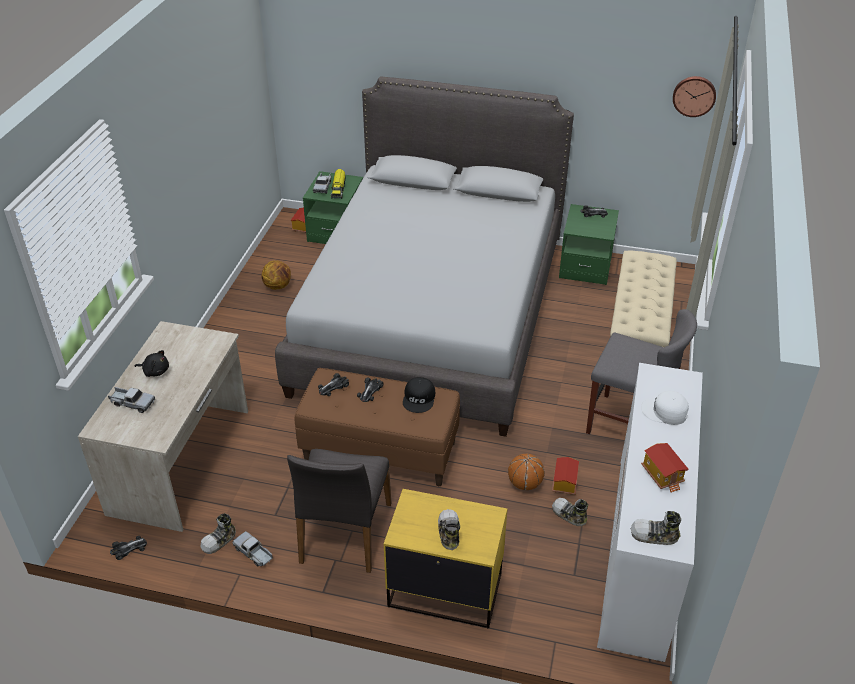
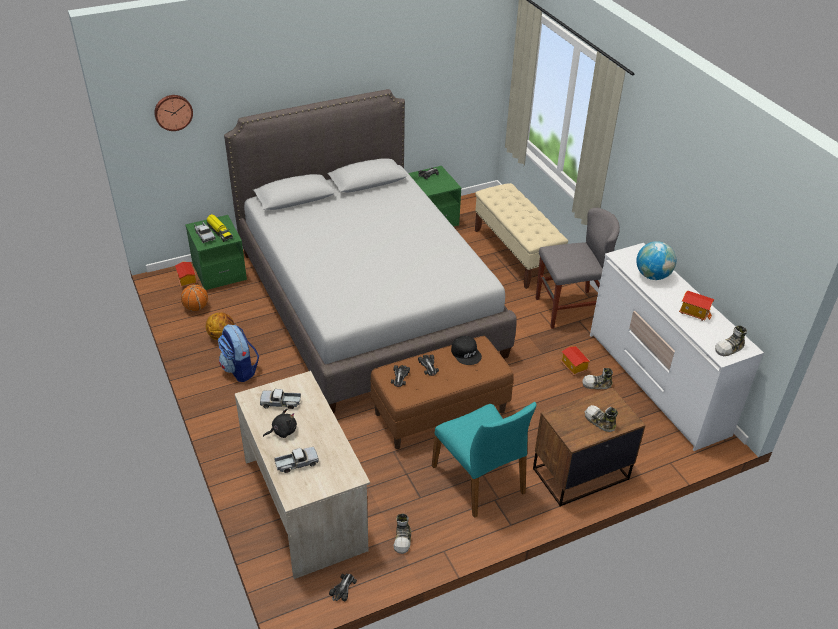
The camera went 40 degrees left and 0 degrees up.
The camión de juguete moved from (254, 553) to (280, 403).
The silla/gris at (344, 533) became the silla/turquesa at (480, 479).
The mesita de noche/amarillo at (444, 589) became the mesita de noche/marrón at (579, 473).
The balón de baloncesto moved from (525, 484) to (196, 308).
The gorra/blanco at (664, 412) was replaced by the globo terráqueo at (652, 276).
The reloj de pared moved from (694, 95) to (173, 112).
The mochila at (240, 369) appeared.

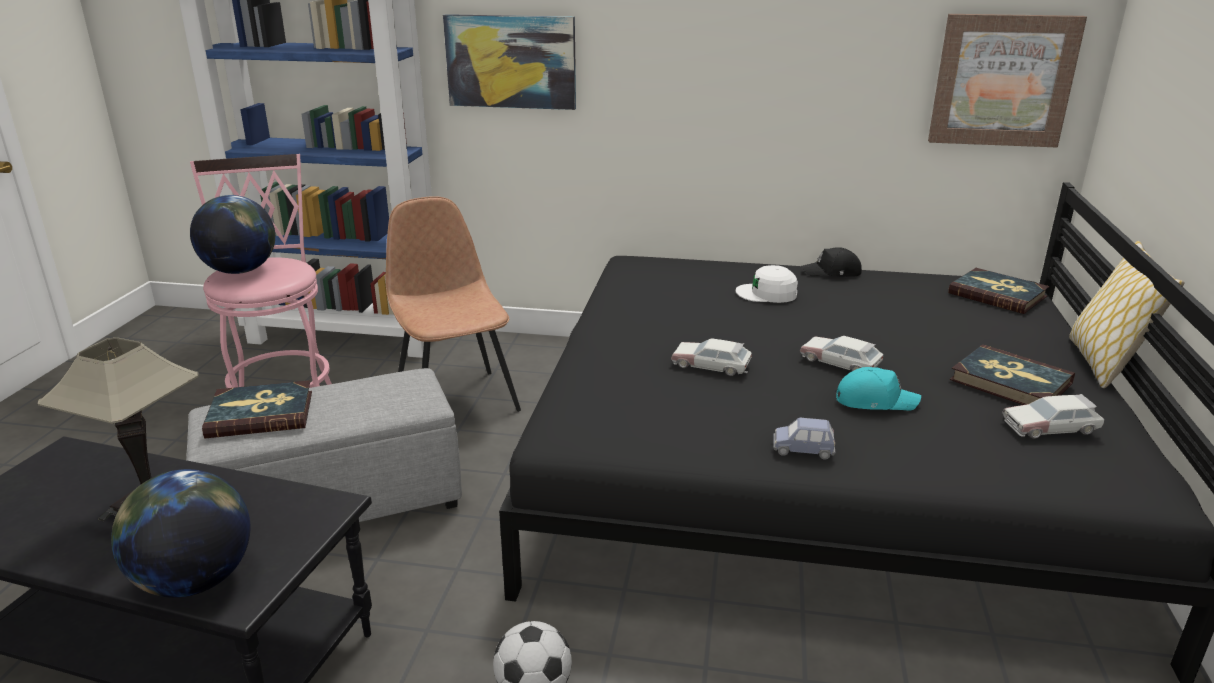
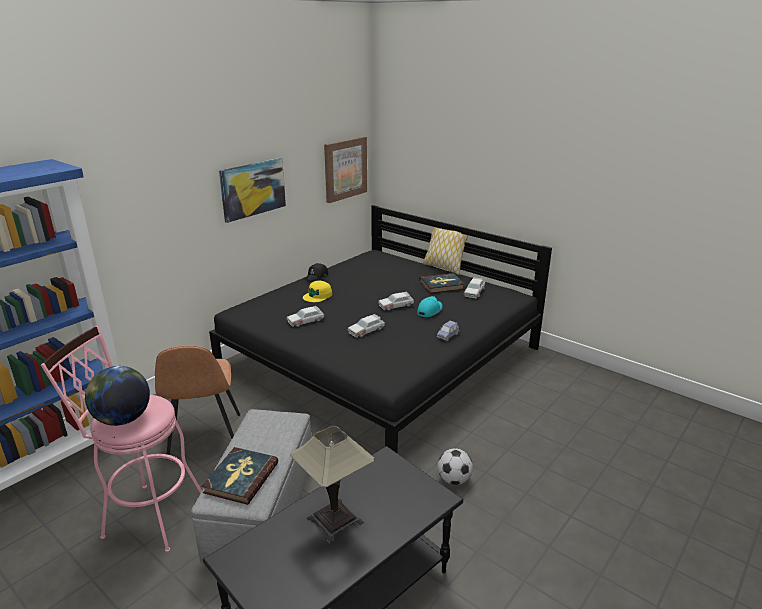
The camera went 60 degrees left and 0 degrees up.
The globo terráqueo at (195, 580) disappeared.
The silla/marrón at (456, 400) turned 105 degrees counterclockwise.
The cuadro moved from (511, 61) to (253, 189).
The gorra/blanco at (767, 293) became the gorra/amarillo at (318, 296).
The libro at (997, 295) disappeared.
The coche de juguete at (306, 321) appeared.

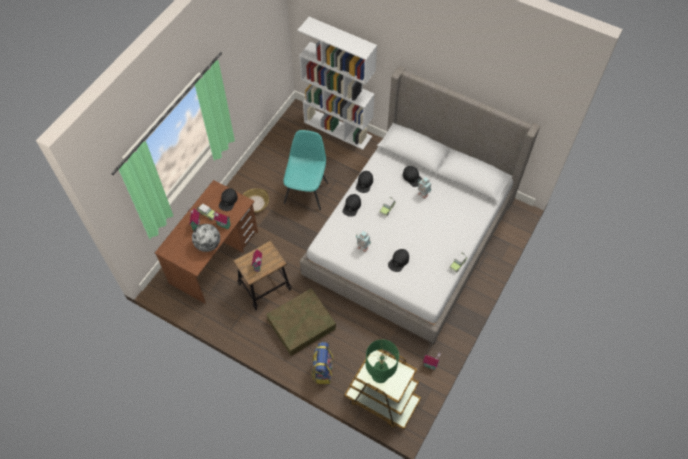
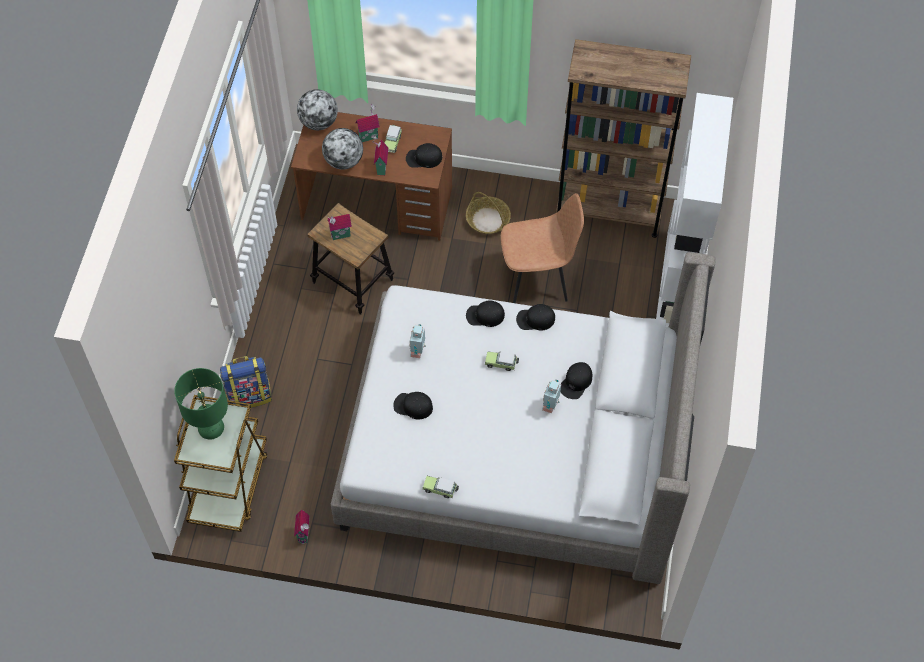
The camera went 70 degrees right and 0 degrees up.
The caja de almacenaje/marrón at (301, 324) disappeared.
The silla/turquesa at (306, 192) became the silla/marrón at (537, 278).
The globo terráqueo at (319, 122) appeared.
The estantería/marrón at (608, 212) appeared.

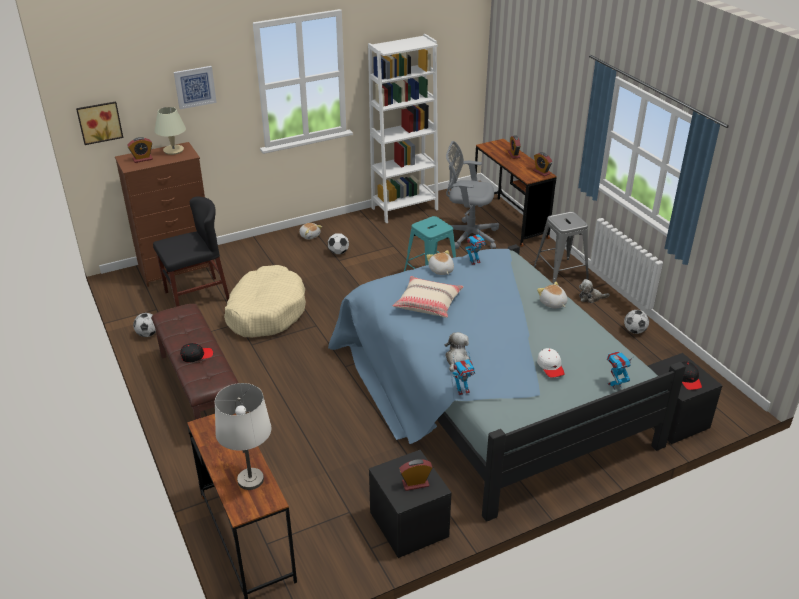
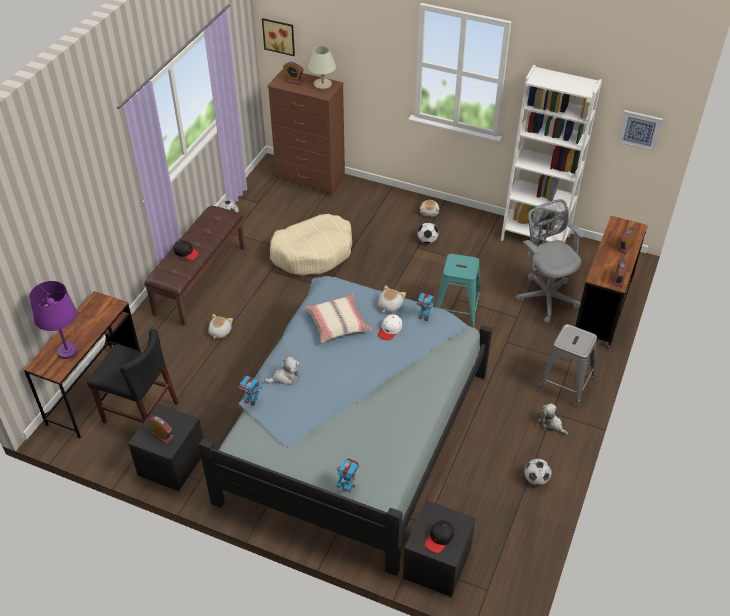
The camera went 50 degrees right and 10 degrees up.
The silla/negro moved from (197, 296) to (140, 413).
The cuadro moved from (195, 87) to (639, 130).
The lámpara de mesa/blanco at (250, 480) became the lámpara de mesa/morado at (67, 351).
The peluche moved from (552, 303) to (219, 332).
The gorra/blanco moved from (550, 366) to (390, 330).

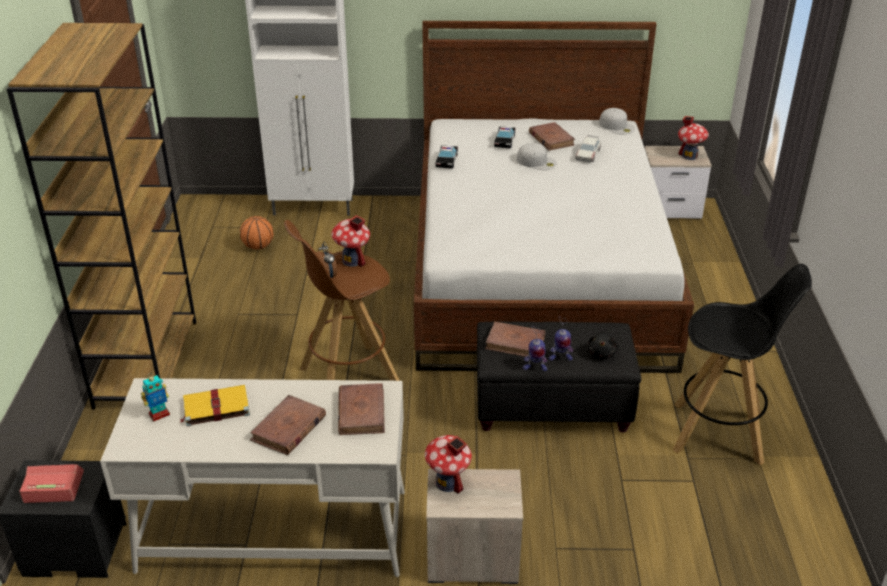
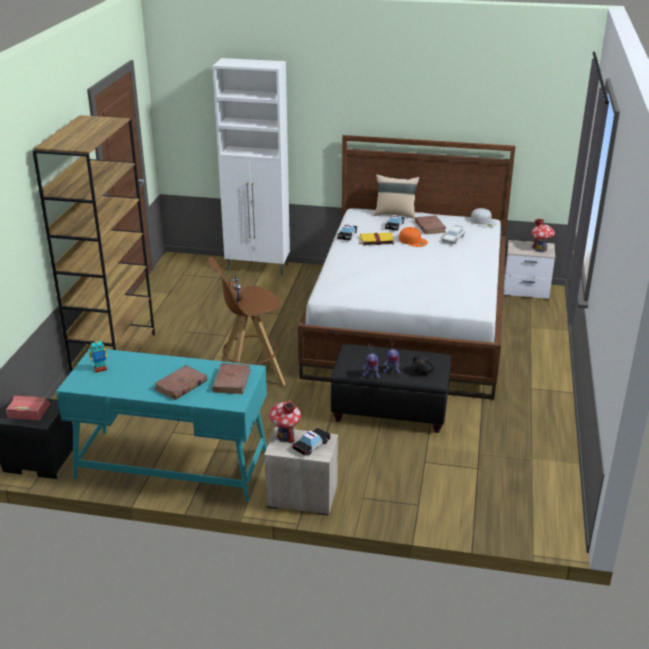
The camera went 10 degrees right and 5 degrees down.
The escritorio/blanco at (273, 530) became the escritorio/turquesa at (172, 464).
The libro/amarillo moved from (215, 407) to (376, 240).
The balón de baloncesto at (258, 246) disappeared.
The casita at (352, 261) disappeared.
The libro/marrón at (515, 343) disappeared.
The gorra/blanco at (537, 161) became the gorra/naranja at (413, 241).
The taburete/negro at (719, 433) disappeared.
The coche de juguete at (311, 445) appeared.
The cojín/beis at (395, 214) appeared.

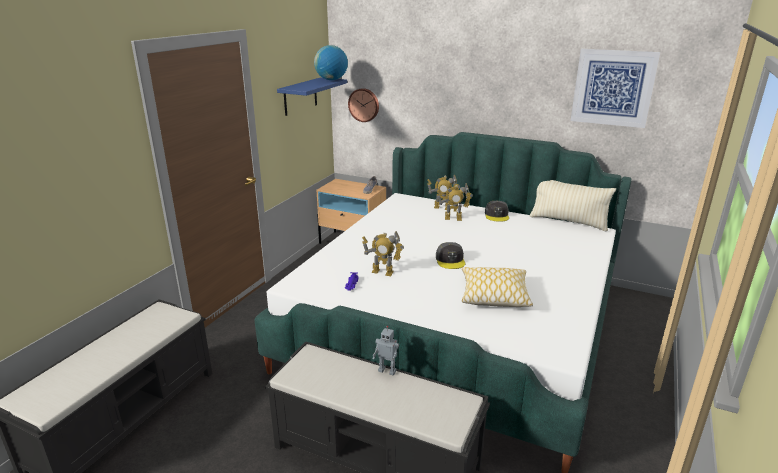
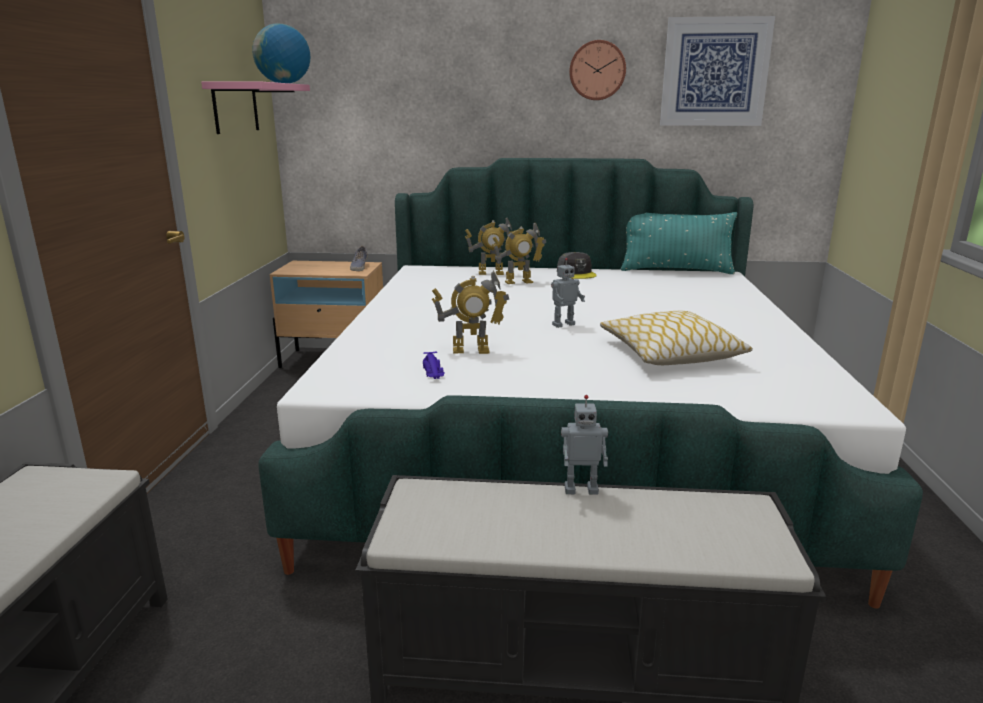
The camera went 20 degrees left and 5 degrees down.
The estante/azul at (300, 96) became the estante/rosa at (235, 107).
The reloj de pared moved from (364, 105) to (597, 70).
The gorra/gris at (450, 260) was replaced by the robot de juguete at (563, 324).
The cojín/beis at (568, 222) became the cojín/turquesa at (676, 270).

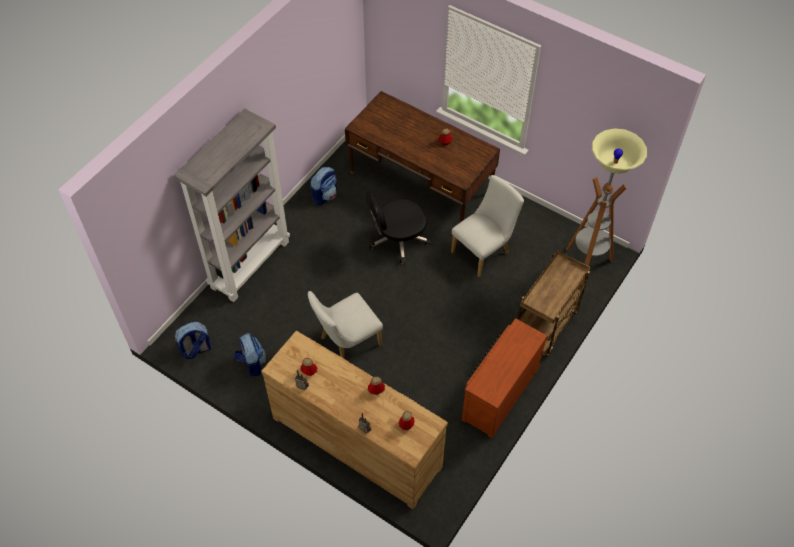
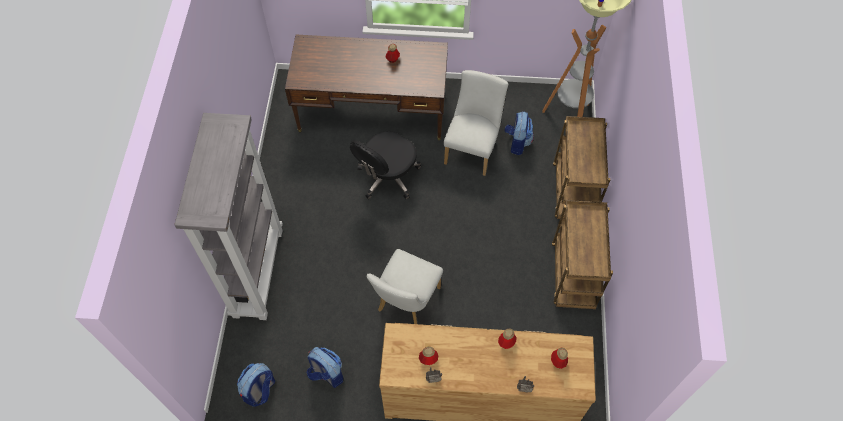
The camera went 30 degrees left and 5 degrees up.
The mochila moved from (324, 195) to (517, 142).
The cómoda/marrón at (498, 393) was replaced by the carrito/marrón at (573, 276).

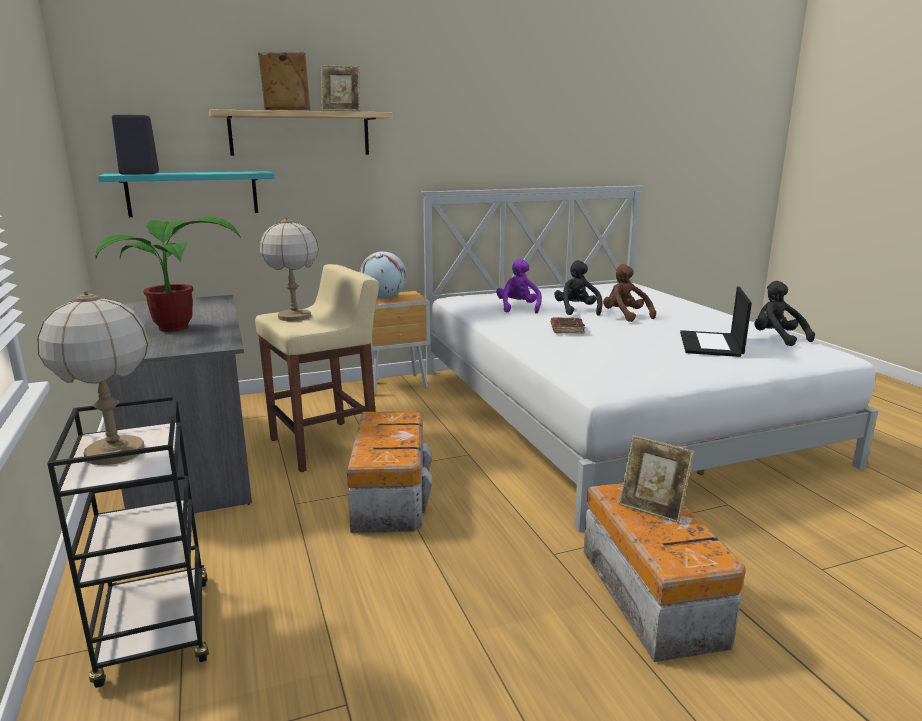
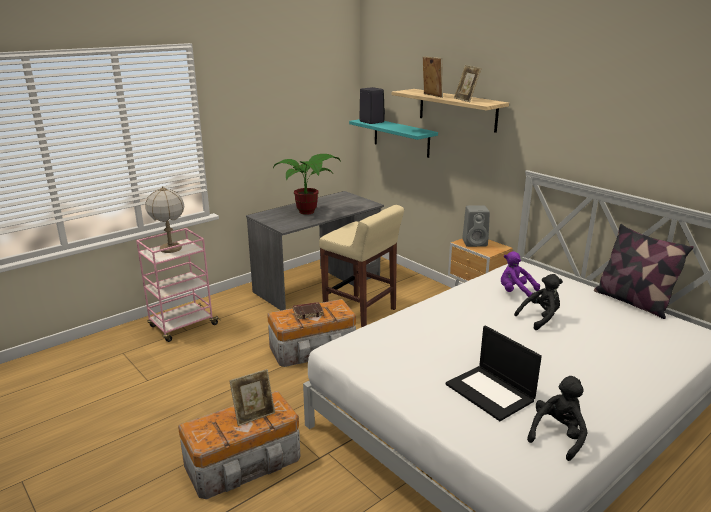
The camera went 70 degrees right and 5 degrees up.
The carrito/negro at (157, 633) became the carrito/rosa at (182, 326).
The lámpara de mesa at (295, 317) disappeared.
The globo terráqueo at (383, 298) was replaced by the altavoz/gris at (475, 243).
The peluche/morado at (518, 308) turned 135 degrees counterclockwise.
The libro/marrón moved from (566, 329) to (308, 312).
The peluche/marrón at (625, 316) disappeared.
The portarretratos at (652, 509) turned 135 degrees counterclockwise.
The portátil at (711, 344) turned 120 degrees counterclockwise.
The cojín at (632, 302) appeared.

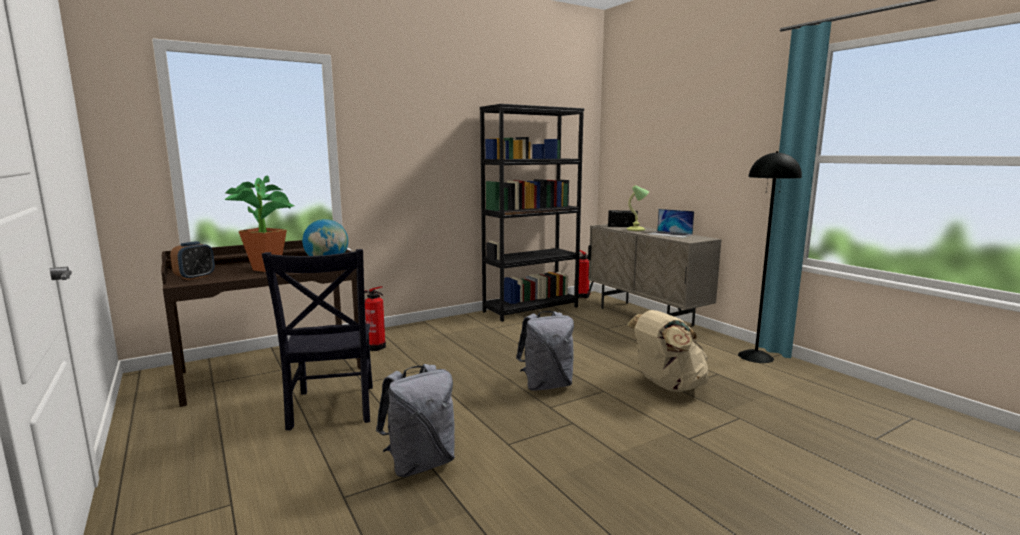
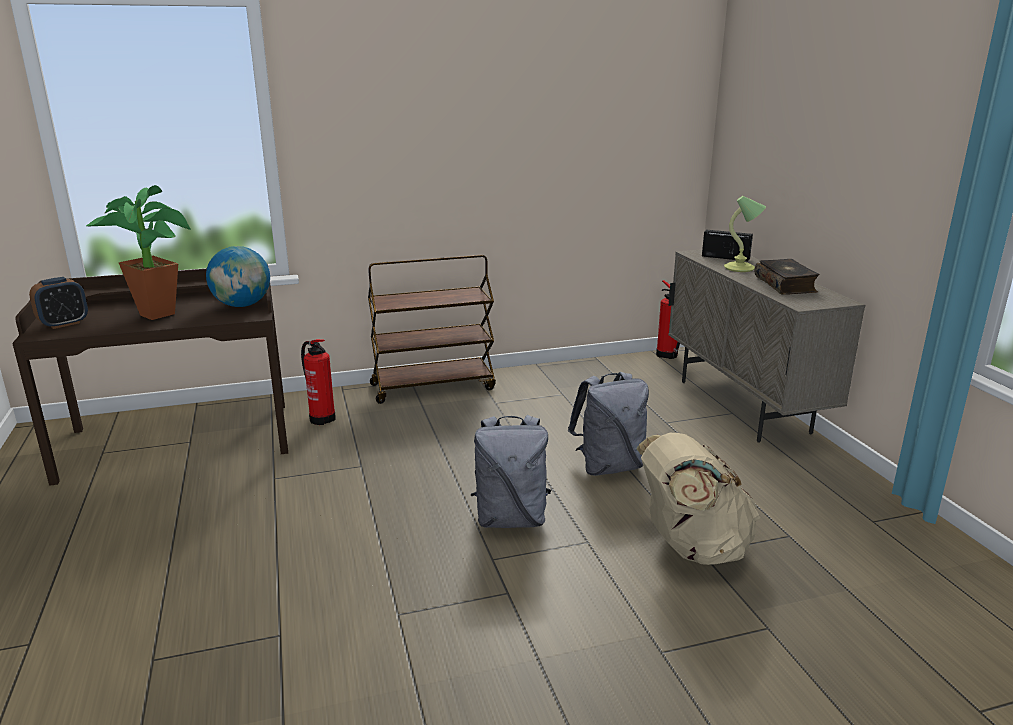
The camera went 15 degrees right and 10 degrees up.
The silla/negro at (332, 409) disappeared.
The mochila/gris moved from (420, 463) to (608, 466).
The estantería/negro at (531, 309) disappeared.
The portátil at (670, 234) was replaced by the libro at (785, 285).
The lámpara de pie/negro at (755, 356) disappeared.
The carrito/marrón at (433, 386) appeared.

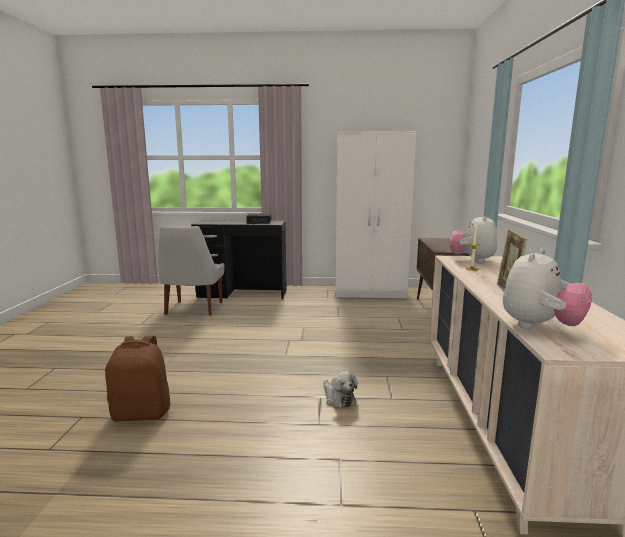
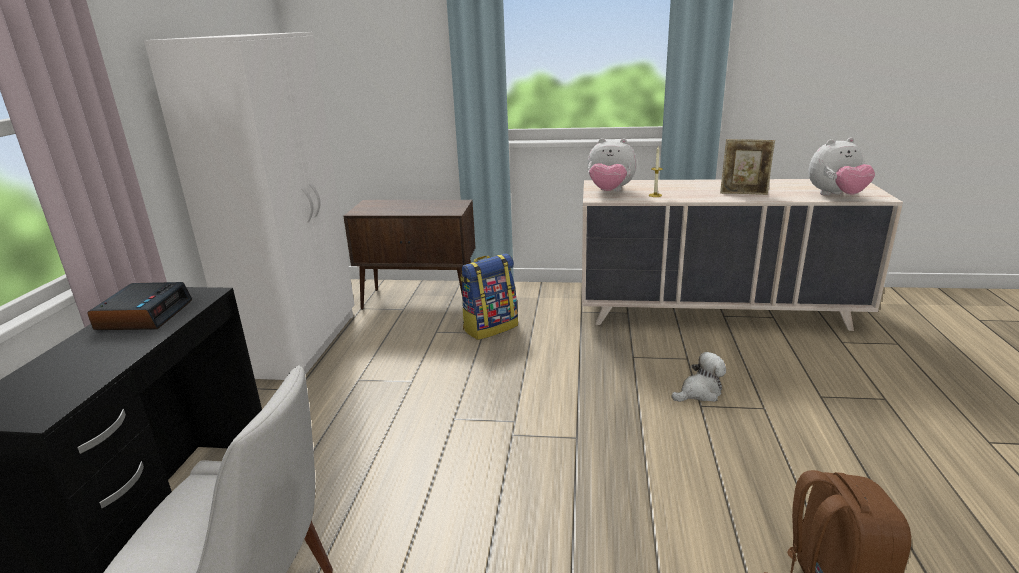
The camera went 85 degrees left and 10 degrees up.
The peluche at (539, 327) turned 120 degrees clockwise.
The mochila at (490, 327) appeared.

